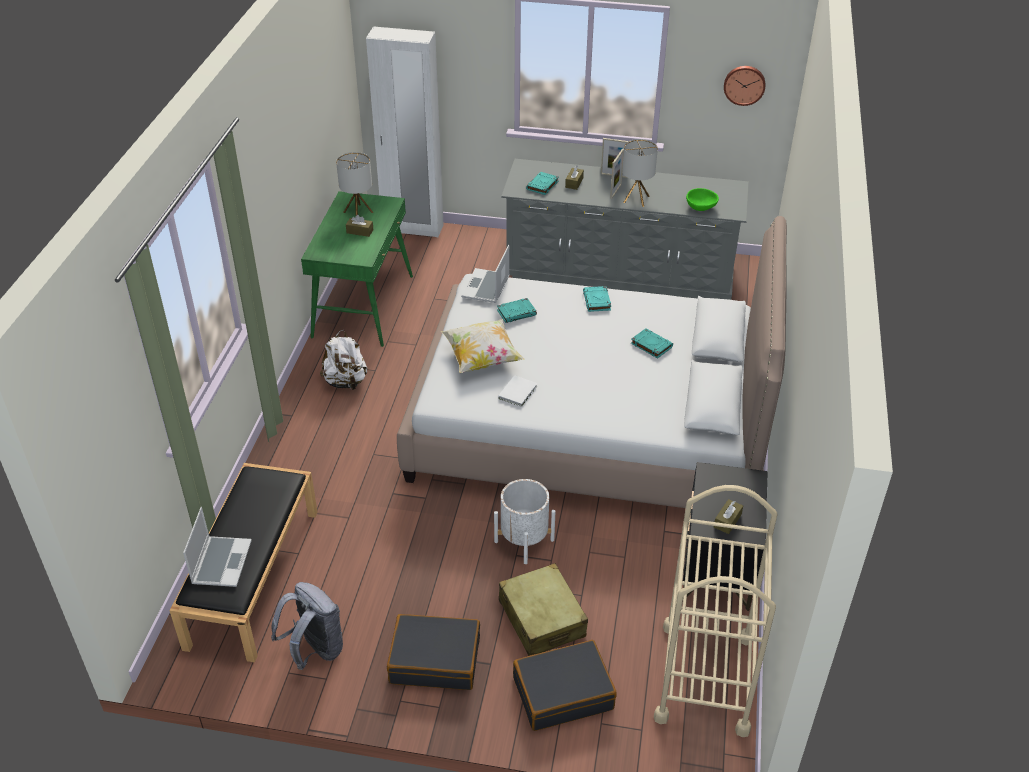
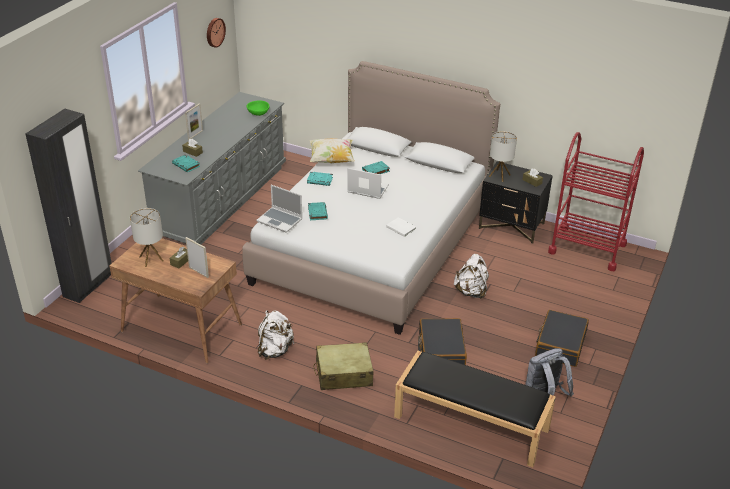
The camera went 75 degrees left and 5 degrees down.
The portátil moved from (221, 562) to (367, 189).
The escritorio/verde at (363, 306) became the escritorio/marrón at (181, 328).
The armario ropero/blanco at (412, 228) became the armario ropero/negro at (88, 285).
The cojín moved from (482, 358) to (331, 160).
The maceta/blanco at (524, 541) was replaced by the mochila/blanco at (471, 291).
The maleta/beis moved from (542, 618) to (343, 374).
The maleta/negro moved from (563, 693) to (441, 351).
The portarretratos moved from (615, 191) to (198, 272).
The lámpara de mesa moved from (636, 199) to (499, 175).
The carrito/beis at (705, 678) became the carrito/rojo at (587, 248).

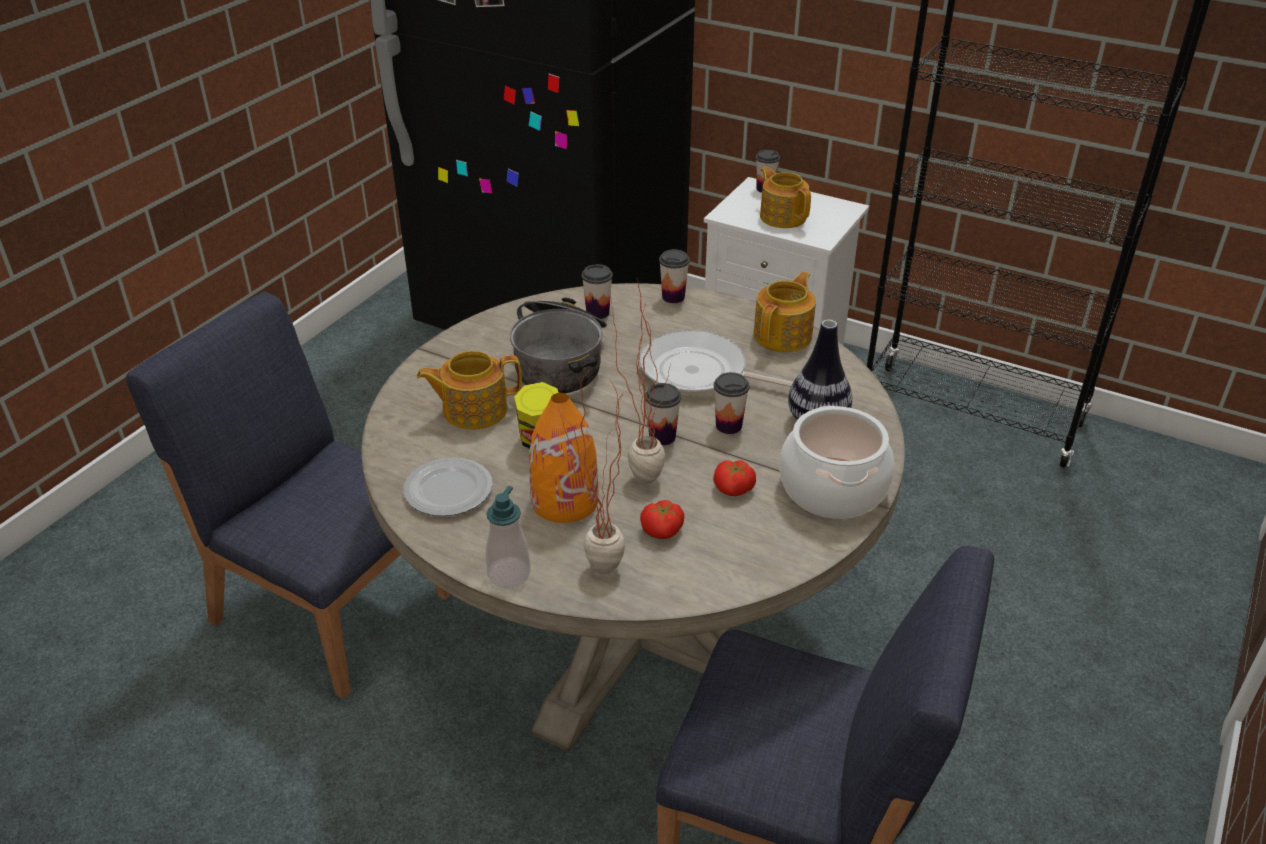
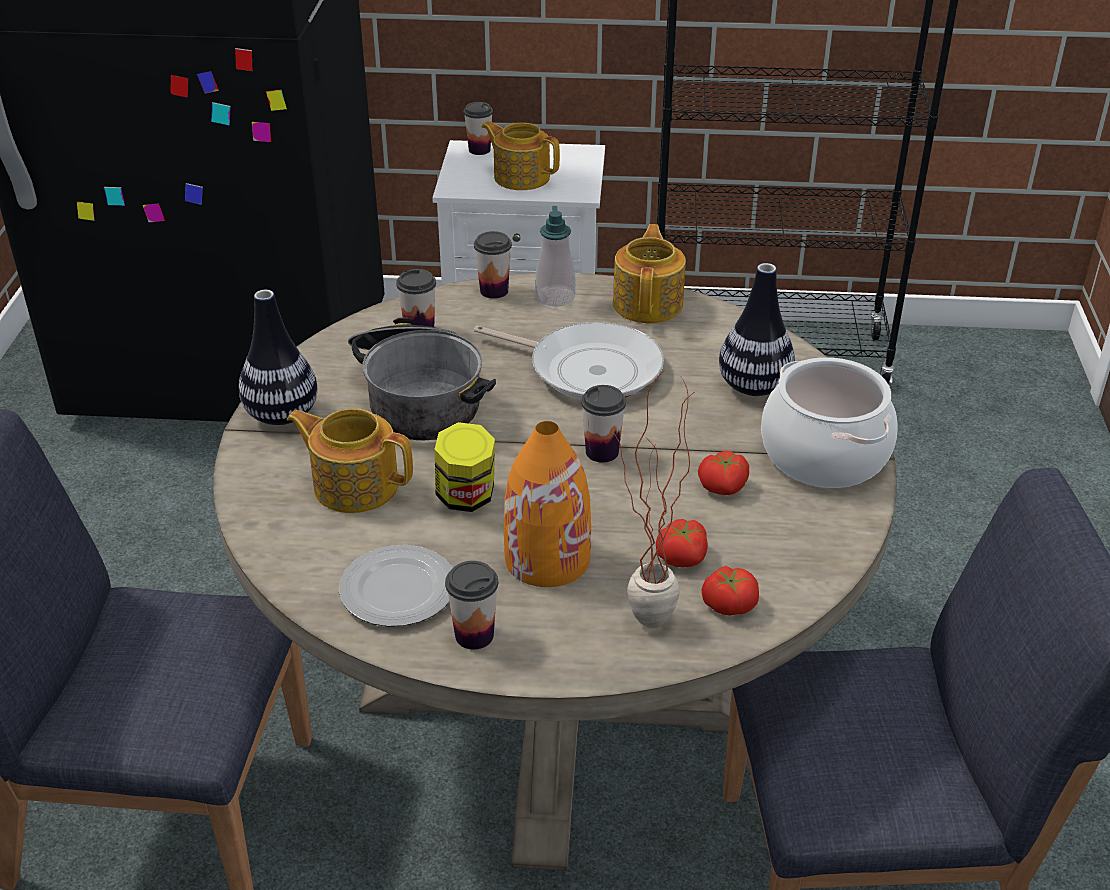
The camera went 25 degrees left and 0 degrees up.
The tetera at (473, 410) turned 60 degrees clockwise.
The dispensador de jabón moved from (509, 573) to (555, 297).
The planta en maceta at (640, 472) disappeared.
The sartén at (699, 373) turned 150 degrees counterclockwise.
The taza moved from (728, 426) to (474, 635).
The florero at (282, 415) appeared.
The tomate at (728, 603) appeared.

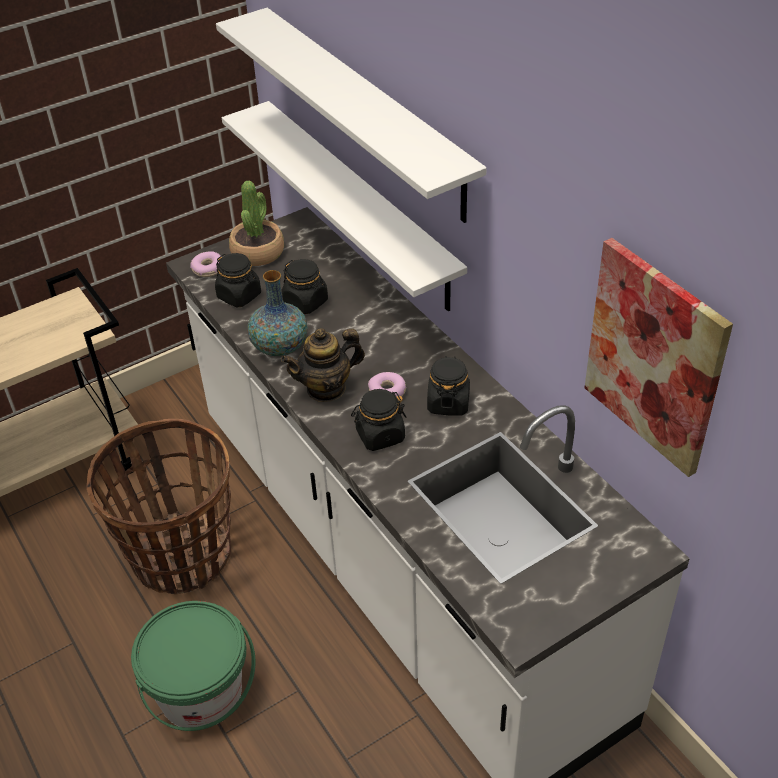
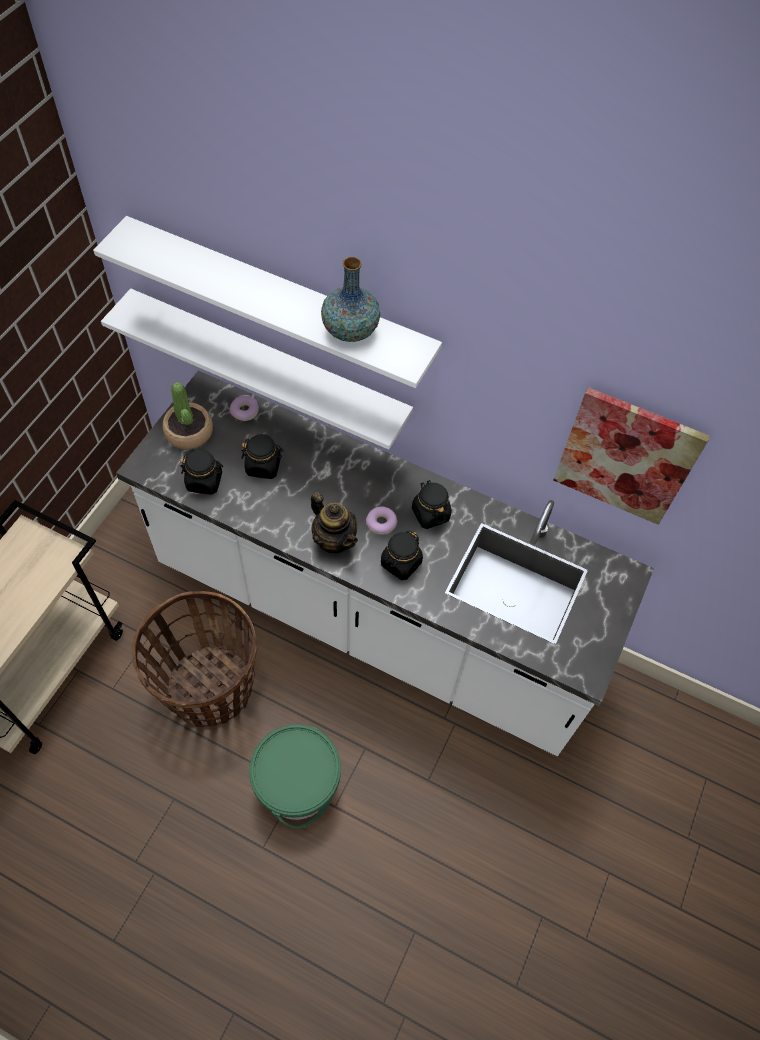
The camera went 35 degrees left and 15 degrees up.
The rosquilla moved from (208, 269) to (245, 411).
The florero moved from (280, 347) to (350, 331).
The tetera at (326, 388) turned 75 degrees counterclockwise.

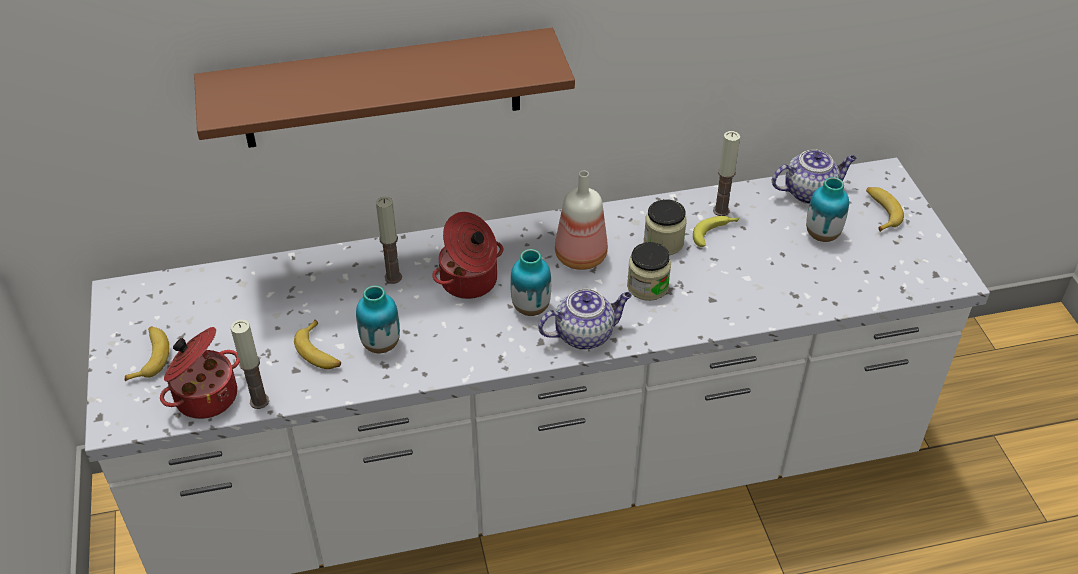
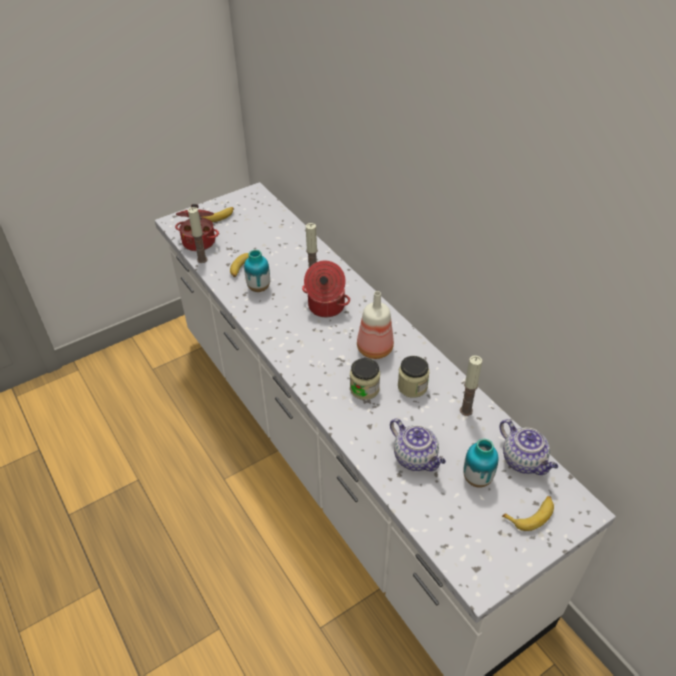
The camera went 70 degrees right and 0 degrees up.
The estante/marrón at (382, 89) disappeared.
The florero at (531, 308) disappeared.
The tetera moved from (585, 334) to (416, 458).
The plátano at (715, 233) disappeared.

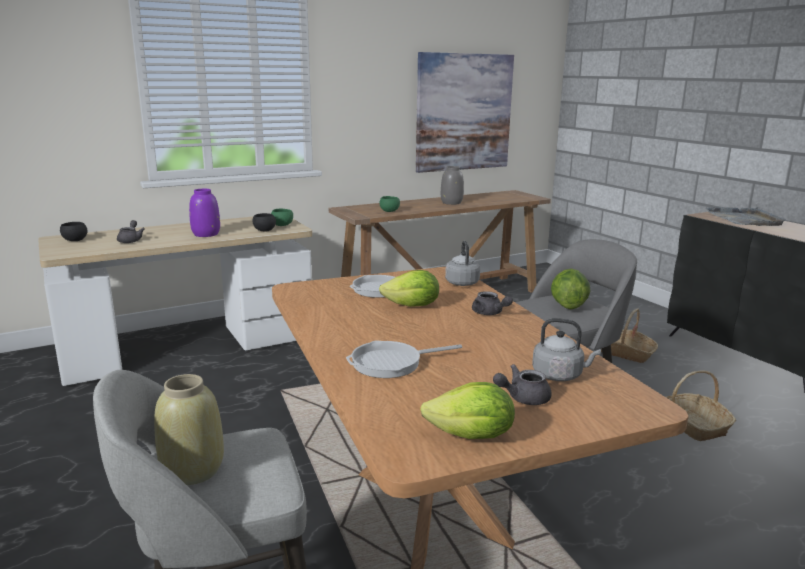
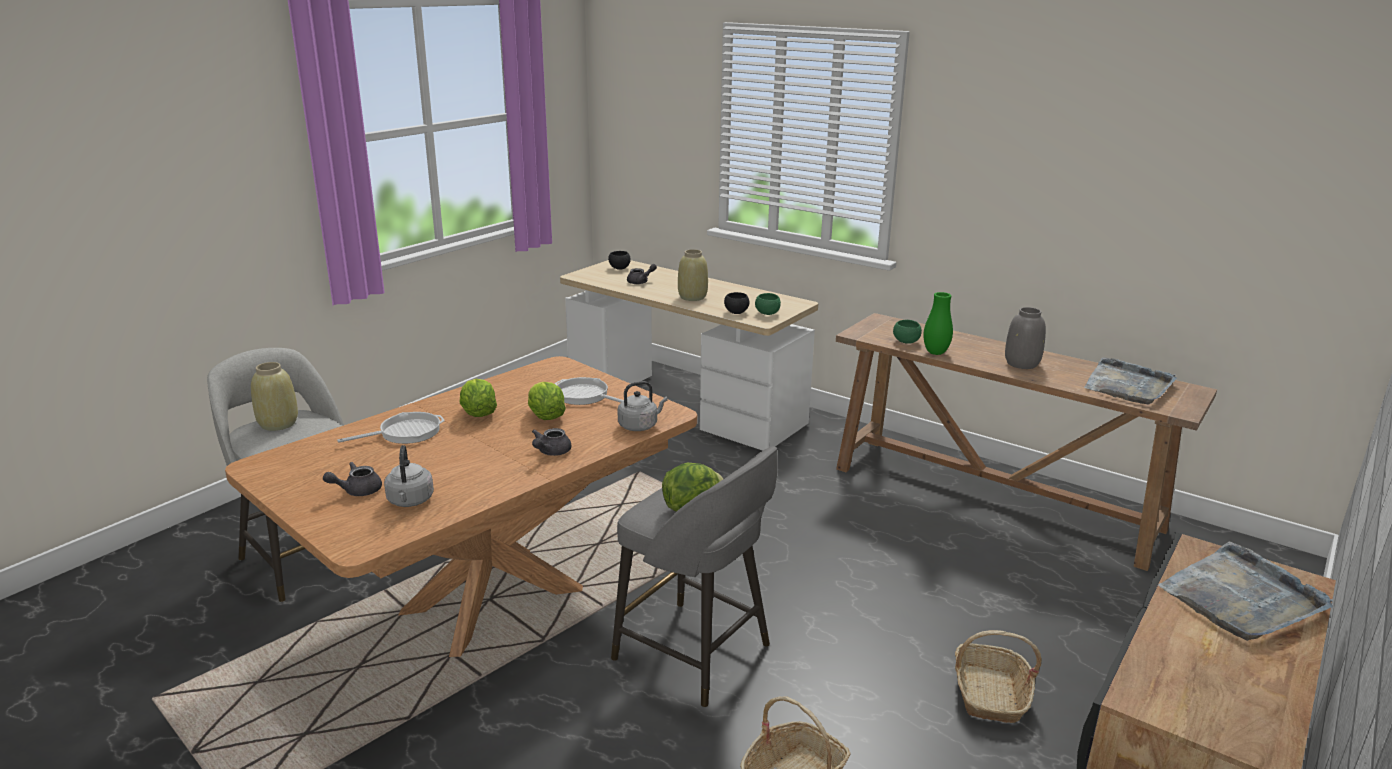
The camera went 65 degrees right and 5 degrees up.
The florero/morado at (205, 234) became the florero/beis at (692, 297).
The sartén at (391, 363) turned 105 degrees clockwise.
The cuadro at (464, 112) disappeared.
The lechuga moved from (471, 436) to (478, 413).
The tetera/gris at (522, 398) turned 75 degrees counterclockwise.
The florero/verde at (935, 353) appeared.
The bandeja/gris at (1128, 385) appeared.

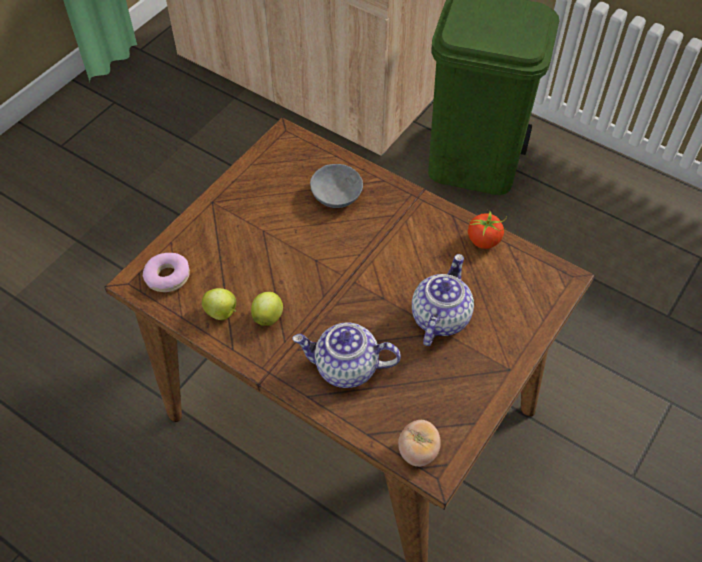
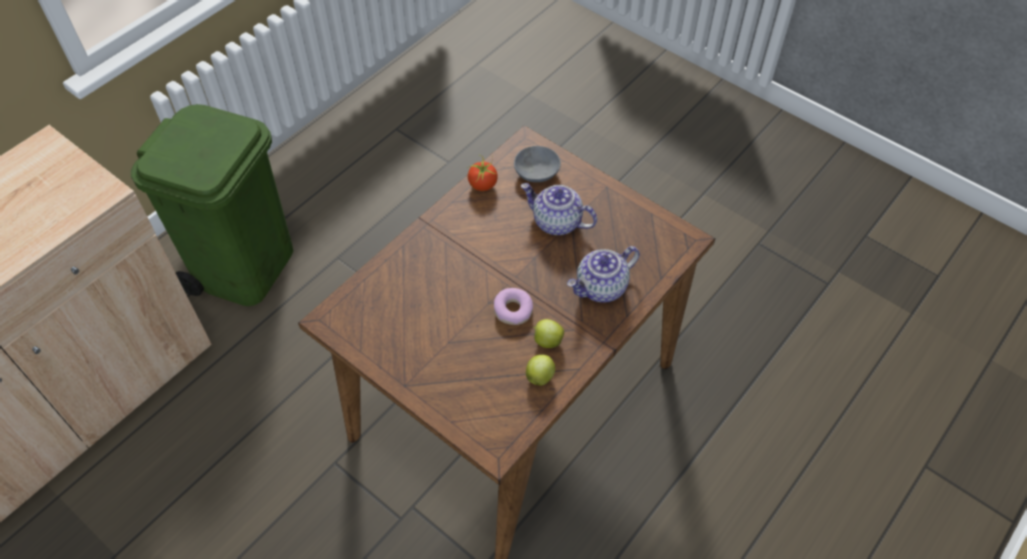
The camera went 85 degrees left and 0 degrees up.
The rosquilla moved from (167, 277) to (513, 310).
The tetera at (346, 368) turned 45 degrees clockwise.
The cuenco/gris moved from (334, 195) to (536, 173).
The tomate at (418, 451) disappeared.

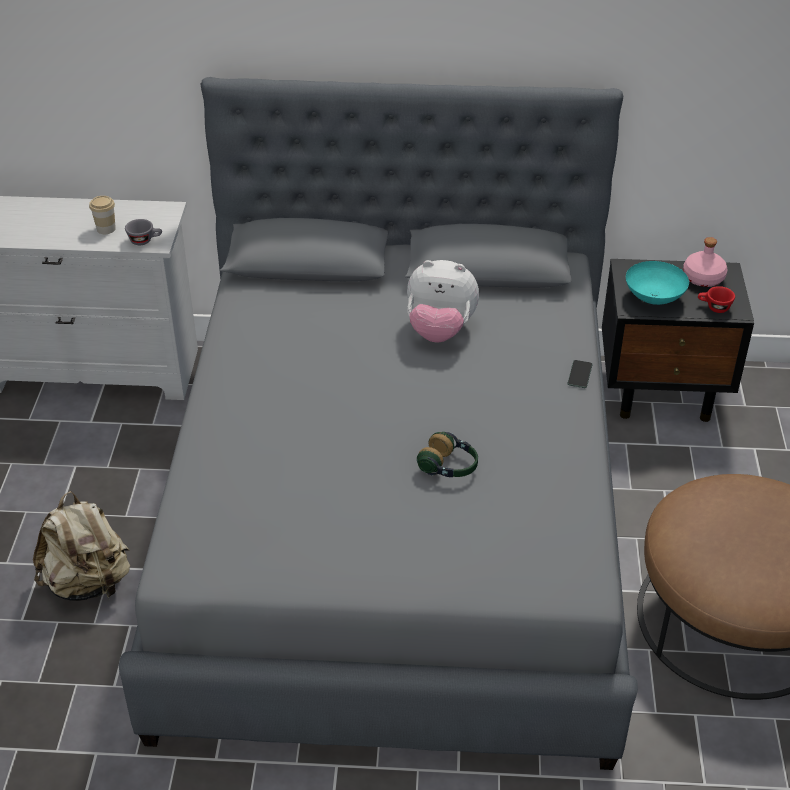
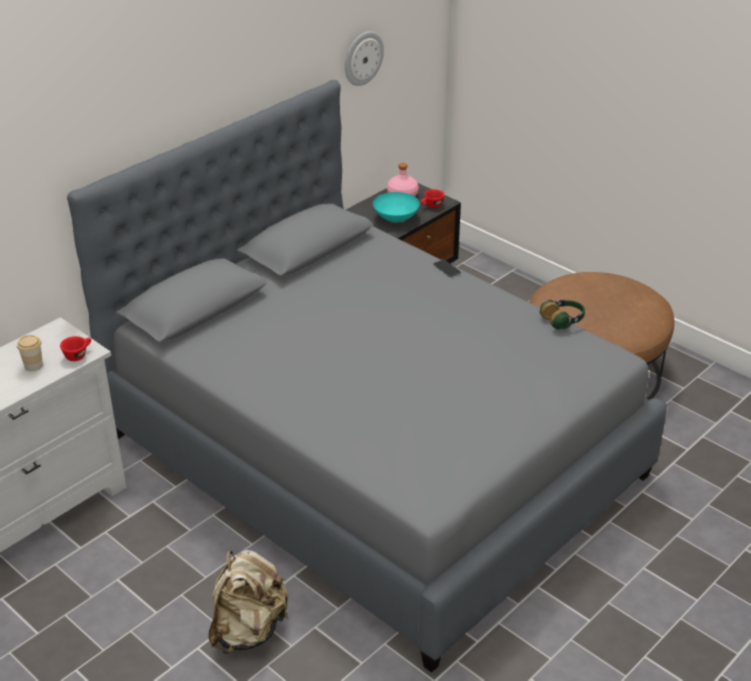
The camera went 50 degrees left and 5 degrees down.
The taza/gris at (145, 240) became the taza/rojo at (78, 355).
The peluche at (440, 331) disappeared.
The auriculares moved from (449, 467) to (563, 320).
The reloj de pared at (362, 58) appeared.

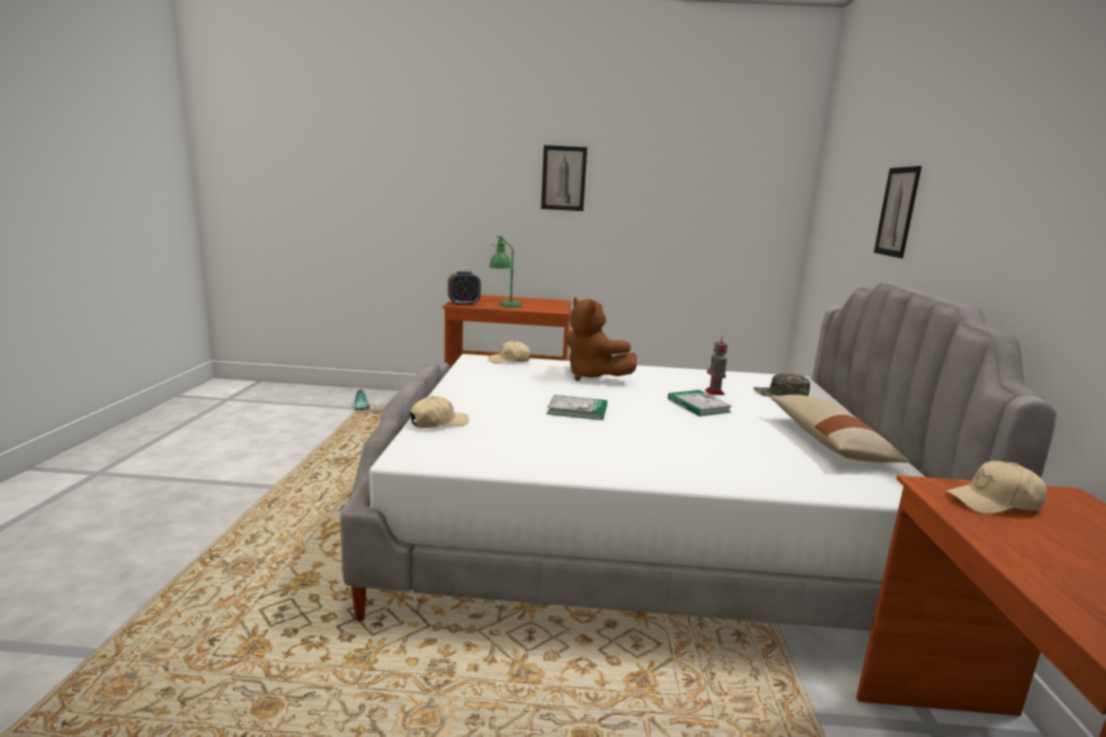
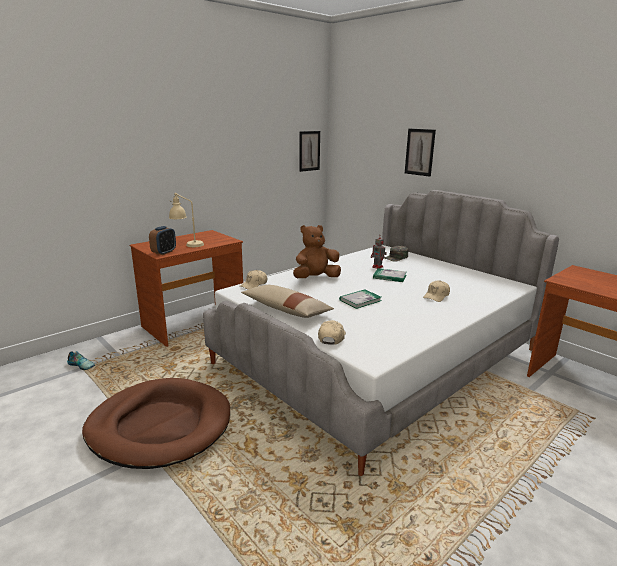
The camera went 45 degrees left and 5 degrees up.
The lámpara de mesa/verde at (504, 304) became the lámpara de mesa/beis at (187, 244).
The cuadro moved from (563, 178) to (309, 151).
The peluche/marrón at (592, 376) turned 150 degrees clockwise.
The cojín/beis moved from (829, 442) to (286, 310).
The gorra/beis moved from (994, 502) to (436, 296).
The cama para perro/marrón at (160, 426) appeared.

